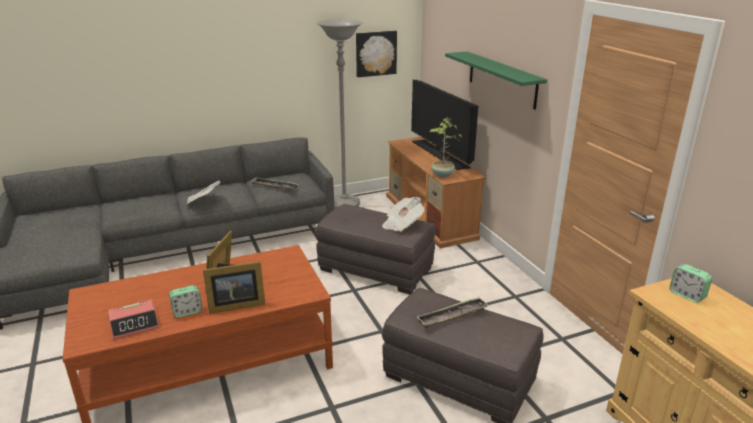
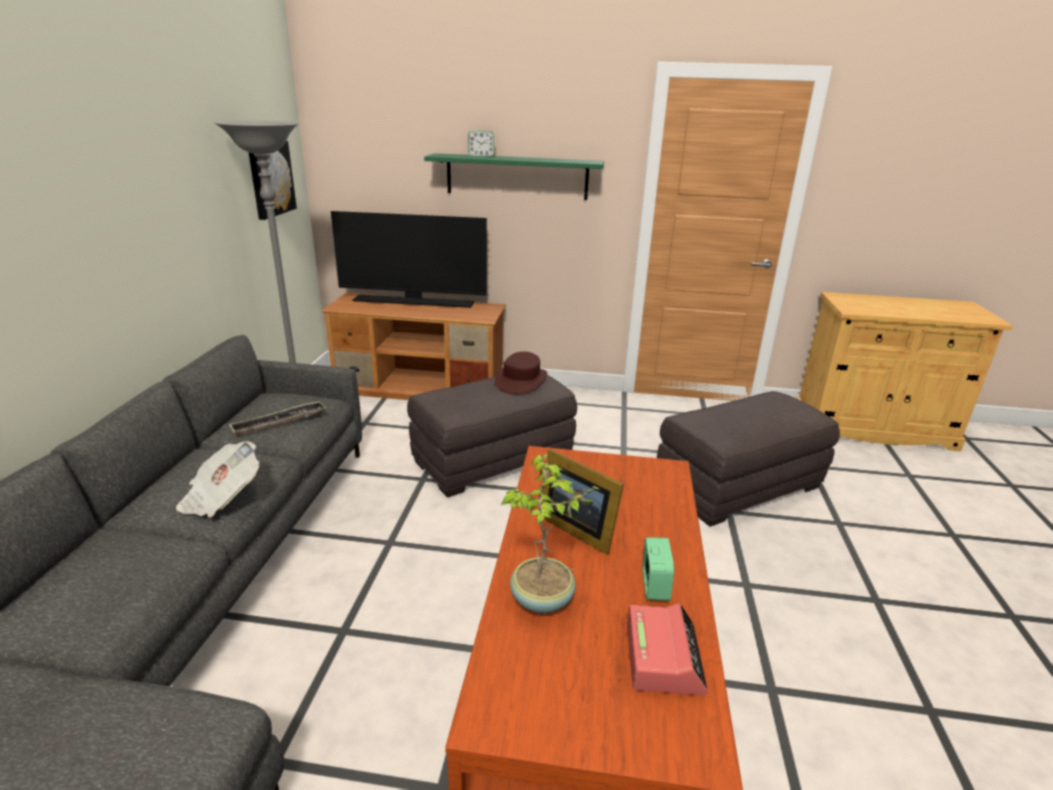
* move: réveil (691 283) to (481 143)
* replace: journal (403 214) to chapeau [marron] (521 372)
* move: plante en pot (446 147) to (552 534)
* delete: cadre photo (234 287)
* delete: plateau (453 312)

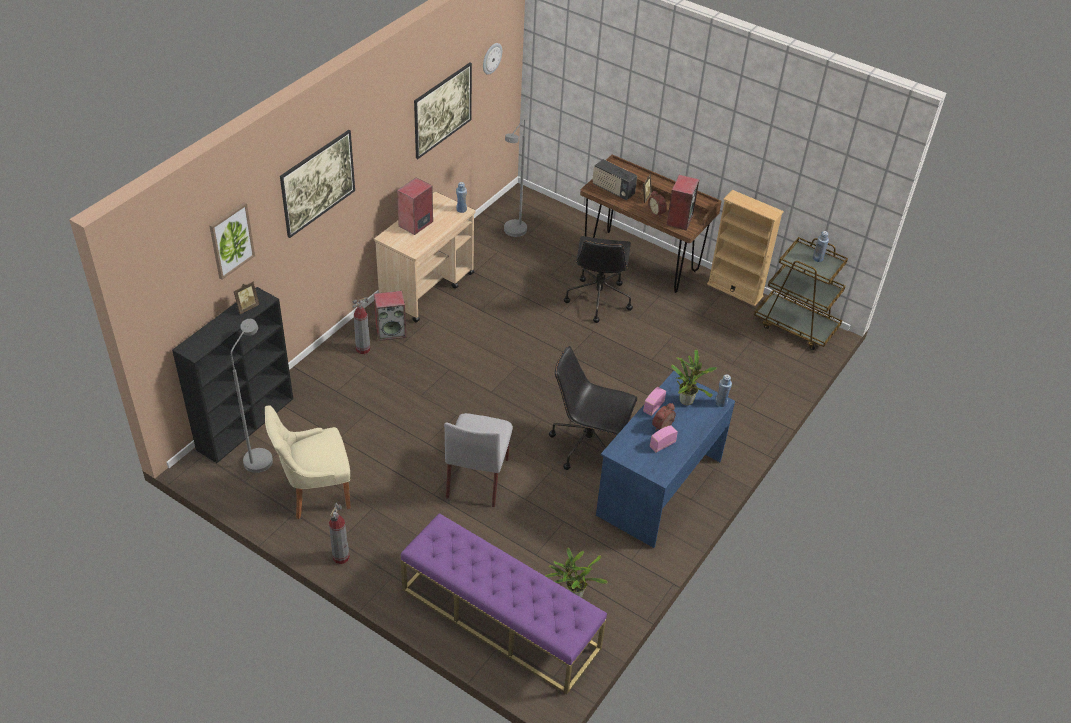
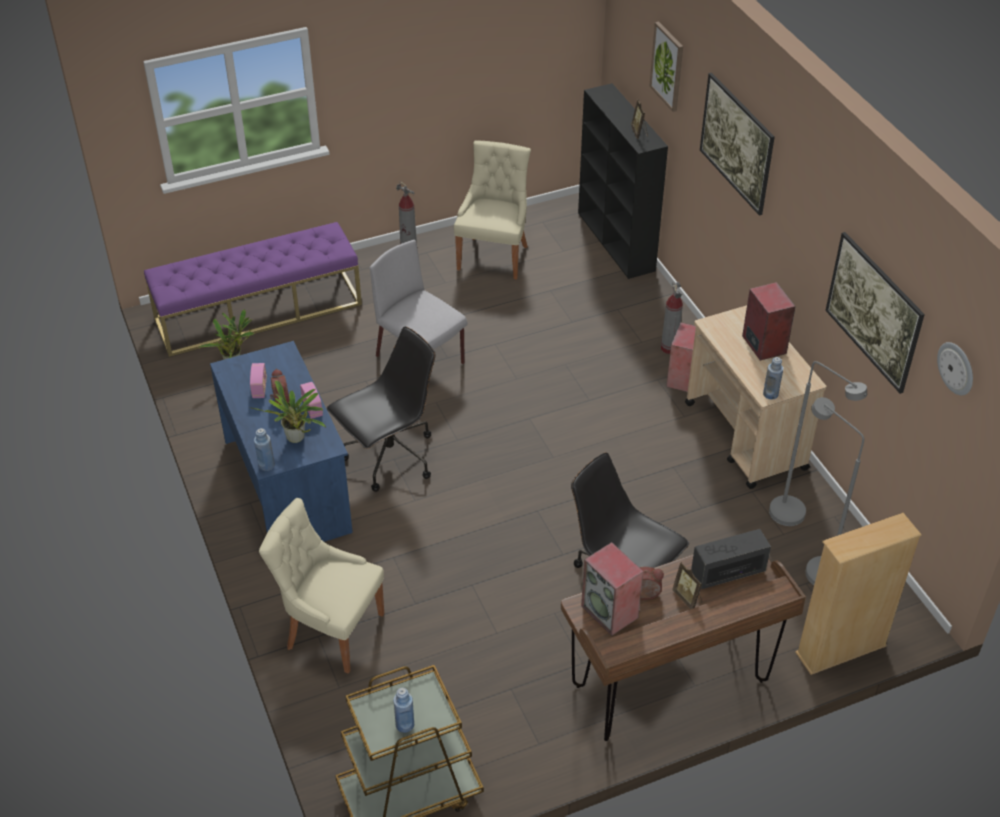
* insert: chaise [beige] (321 585)
* move: lampadaire [gris] (252 396) to (818 443)
* move: bibliothèque [beige] (745 248) to (858 594)

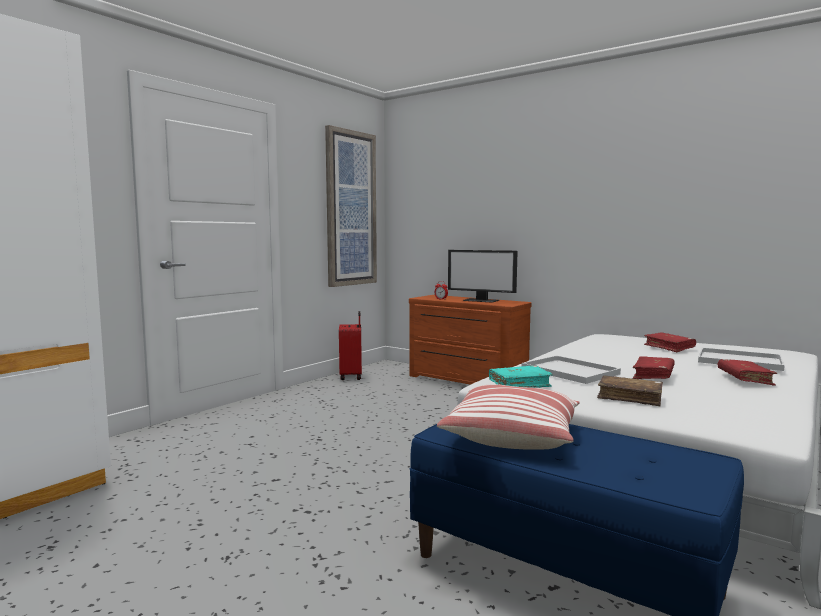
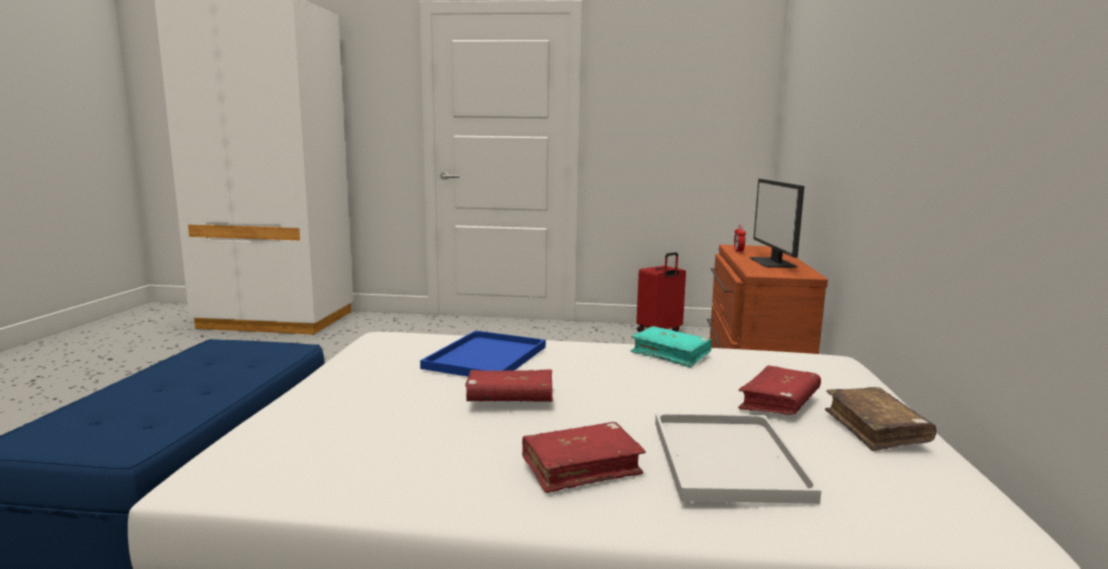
* recolor: plateau [blanc] (571 370) to plateau [bleu] (483 353)
* move: livre [turquoise] (521 376) to (671 346)
* move: livre [marron] (630 390) to (880 419)
* delete: tableau (351 206)
* delete: coussin (508 417)

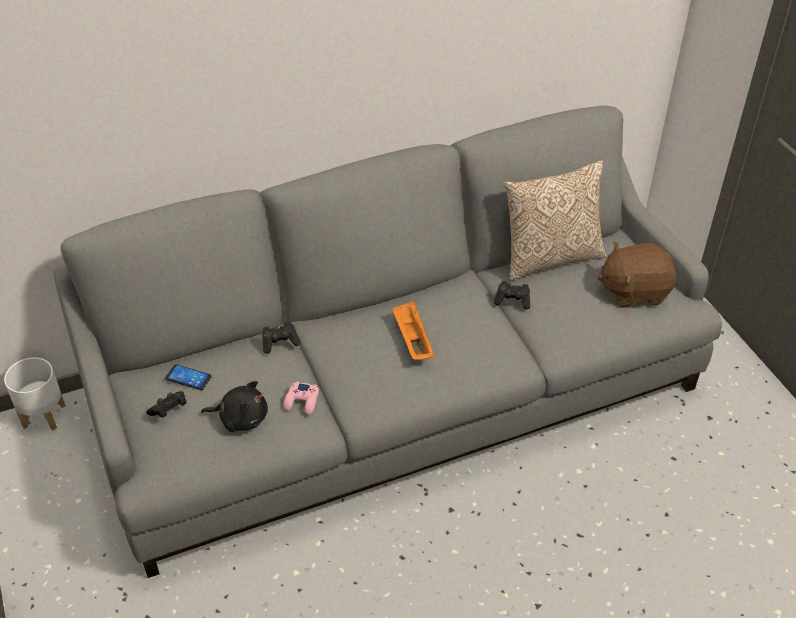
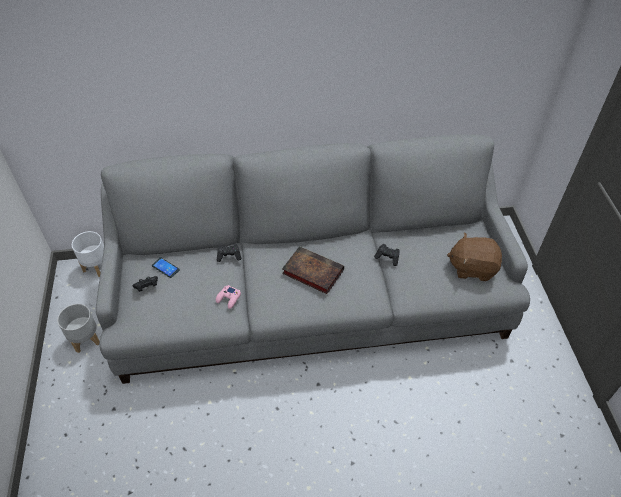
* insert: cache-pot [gris] (78 328)
* replace: plateau [orange] (413 330) to livre (313 270)
* delete: peluche [noir] (234 406)
* delete: coussin (555 220)

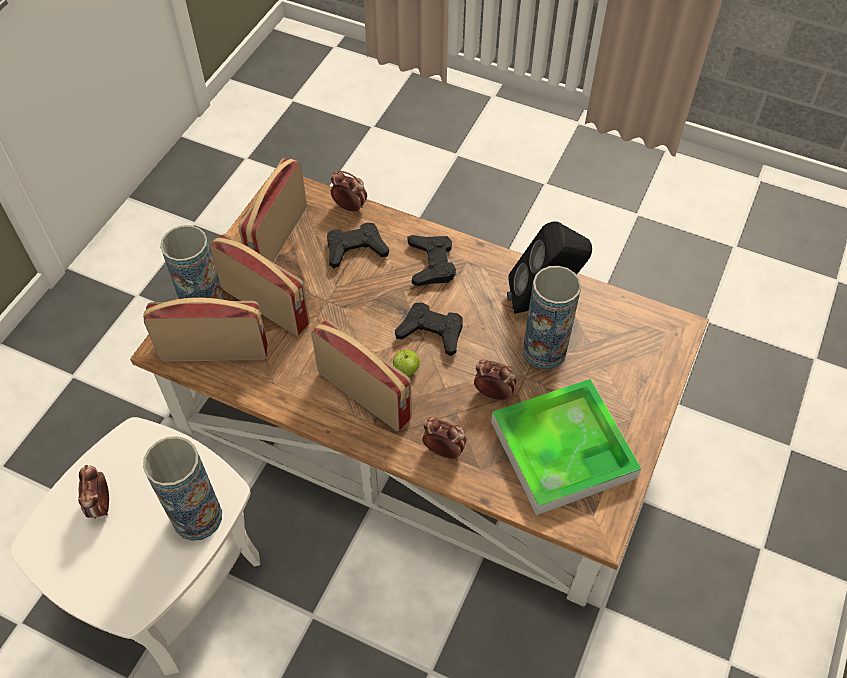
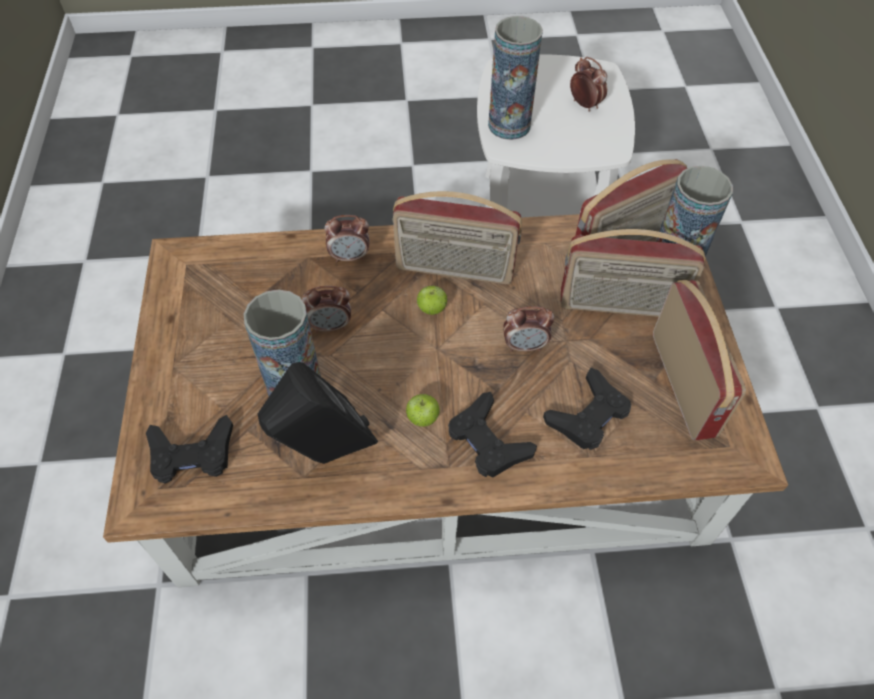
* move: manette [noir] (429 329) to (189 449)
* insert: pomme (423 410)
* move: réveil (349 192) to (529 329)
* delete: plateau (566 447)

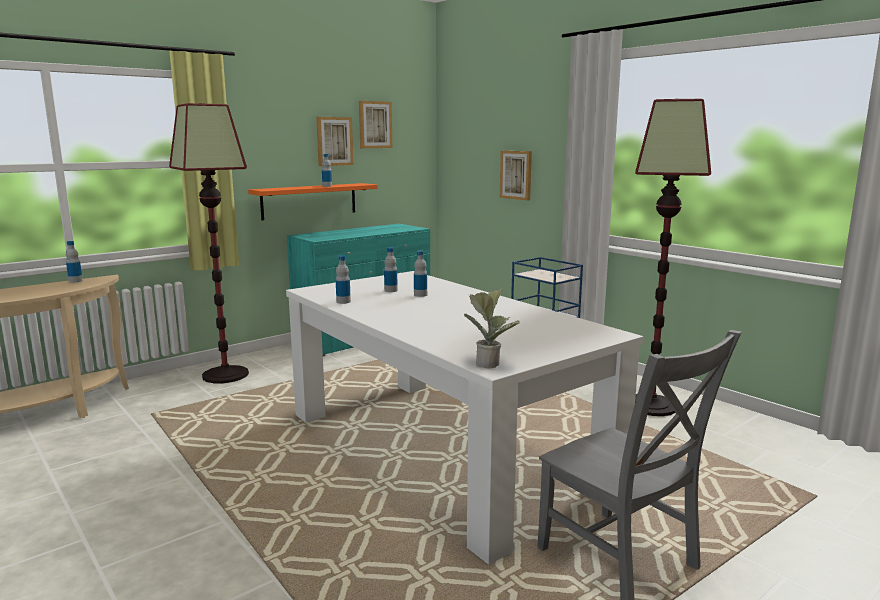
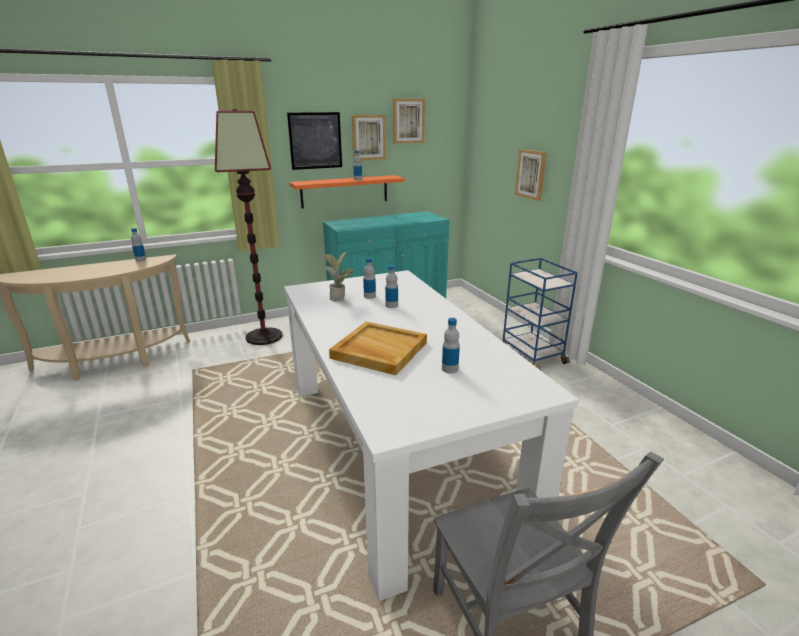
* insert: tableau (314 141)
* move: plante en pot (492 329) to (339 277)
* insert: plateau [beige] (378 348)
* move: bouteille (343 279) to (451 345)
* delete: lampadaire (673 257)

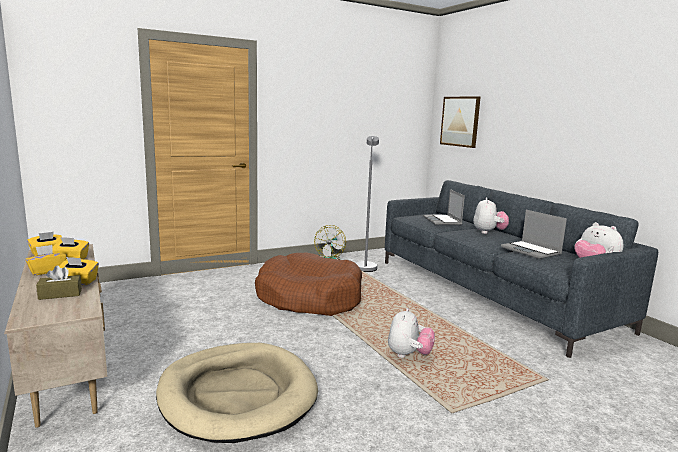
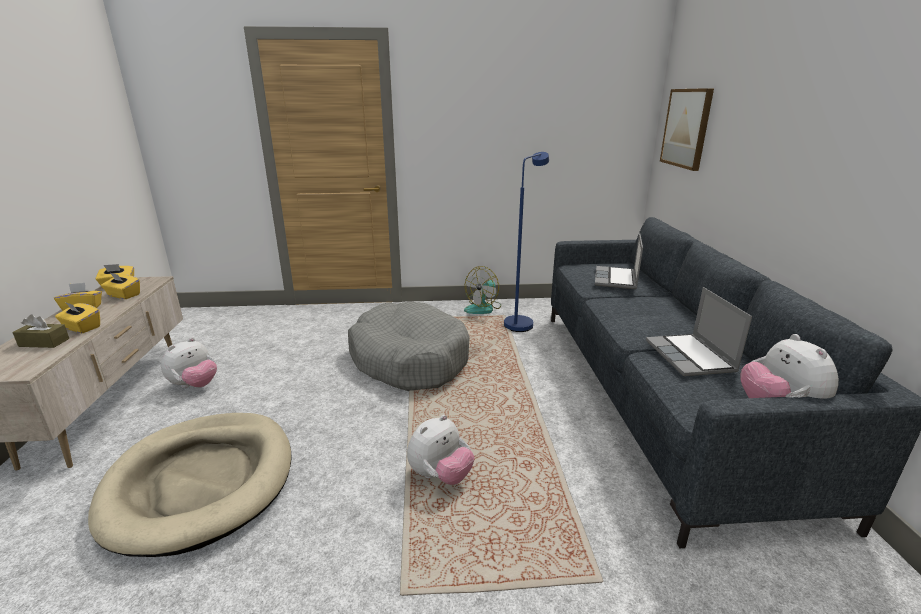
* move: peluche (491 216) to (189 363)
* recolor: panier pour chien [marron] (308 284) to panier pour chien [gris] (408 346)
* recolor: lampadaire [gris] (367 204) to lampadaire [bleu] (526 242)

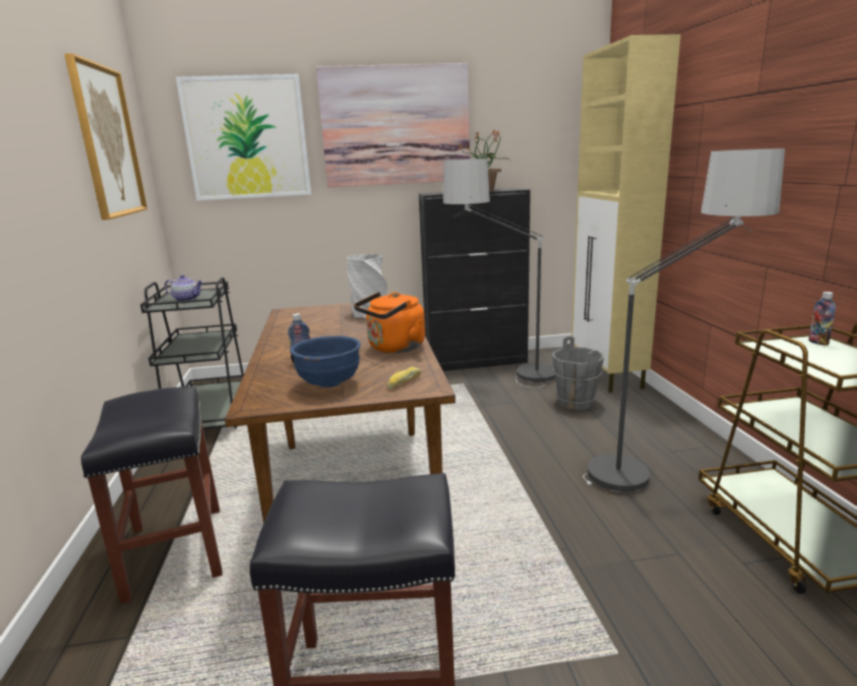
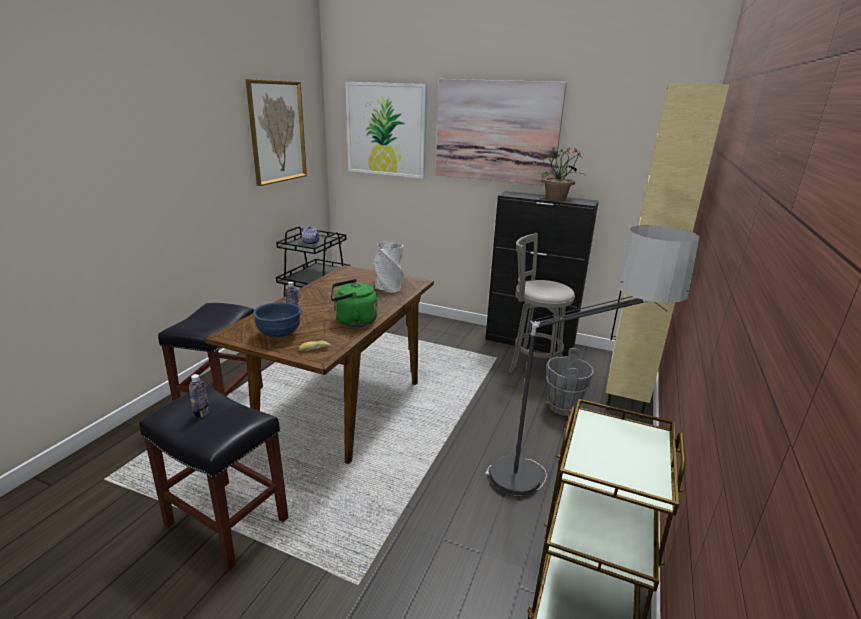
* move: bouteille (822 319) to (199 396)
* recolor: bouilloire [orange] (389 322) to bouilloire [vert] (354 303)
* replace: lampadaire (499 273) to tabouret [gris] (542 303)

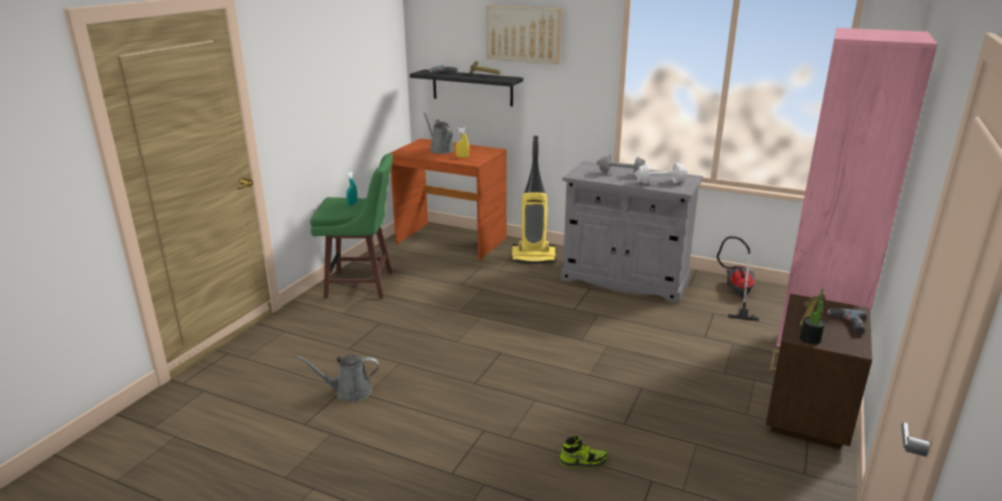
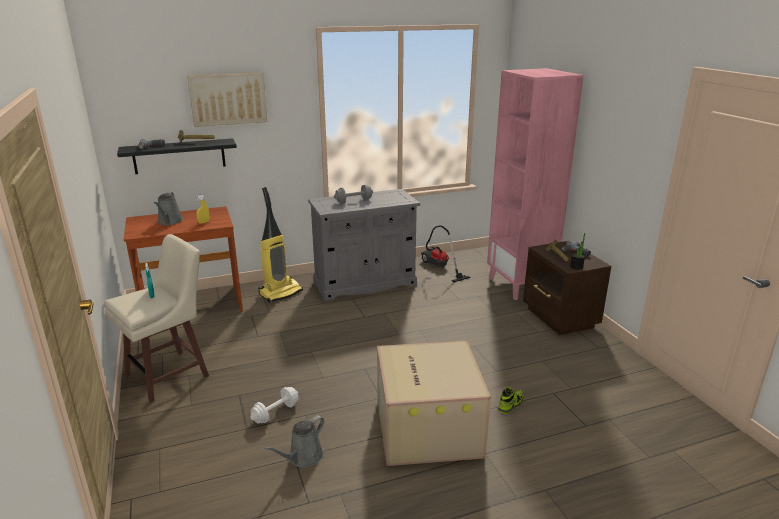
* recolor: tabouret [vert] (351 226) to tabouret [beige] (156 318)
* rotate: arrosoir [gris] (438 133) = (168 208) 105 degrees counterclockwise
* move: haltère [blanc] (661 173) to (274 405)
* insert: carton (434 403)

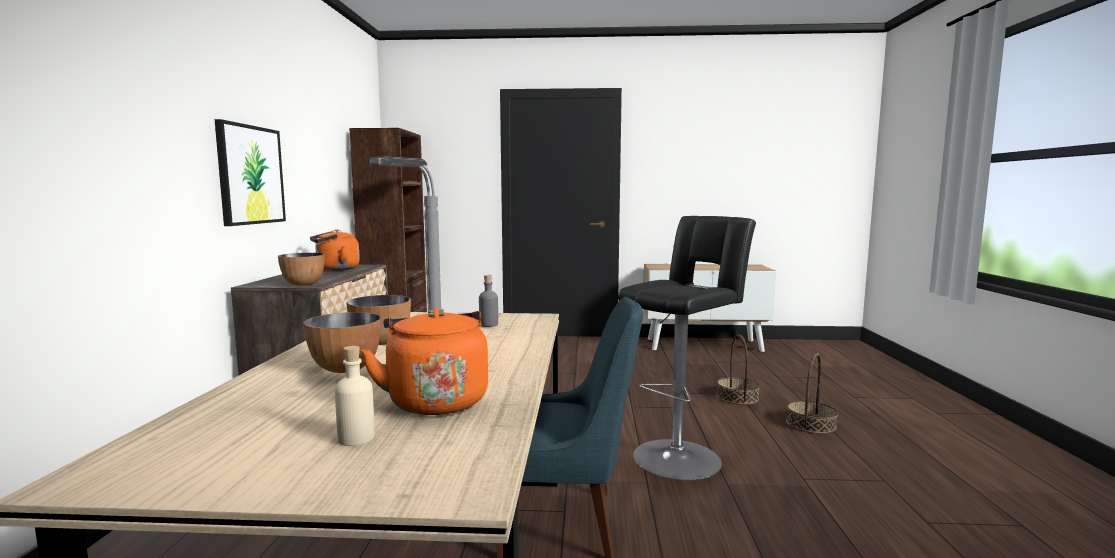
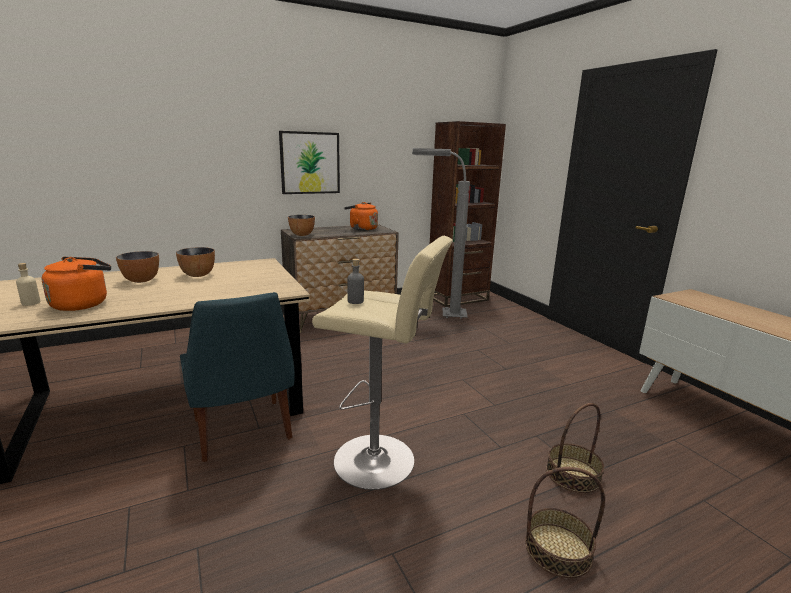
* recolor: tabouret [noir] (687 348) to tabouret [beige] (382 363)
* move: bouteille [gris] (488 301) to (355 281)

